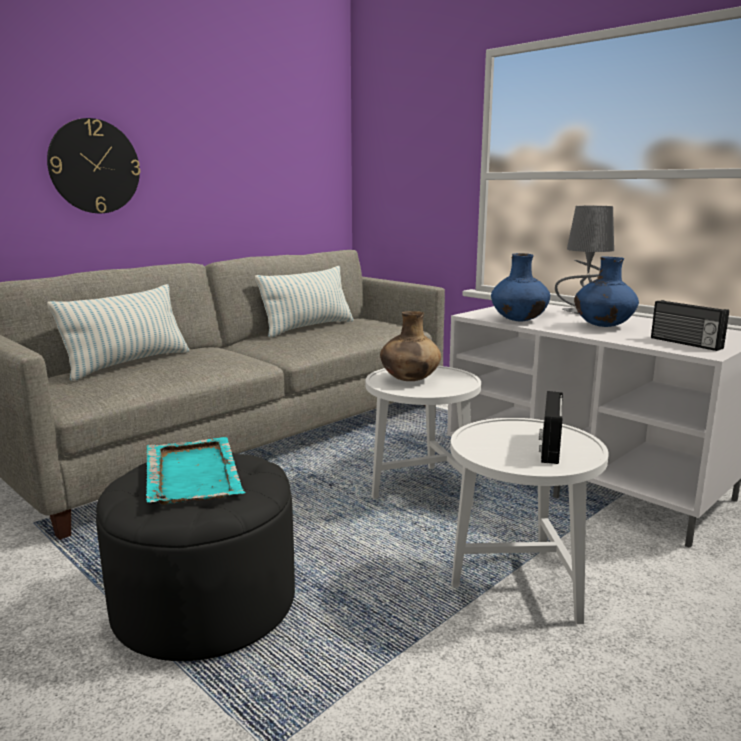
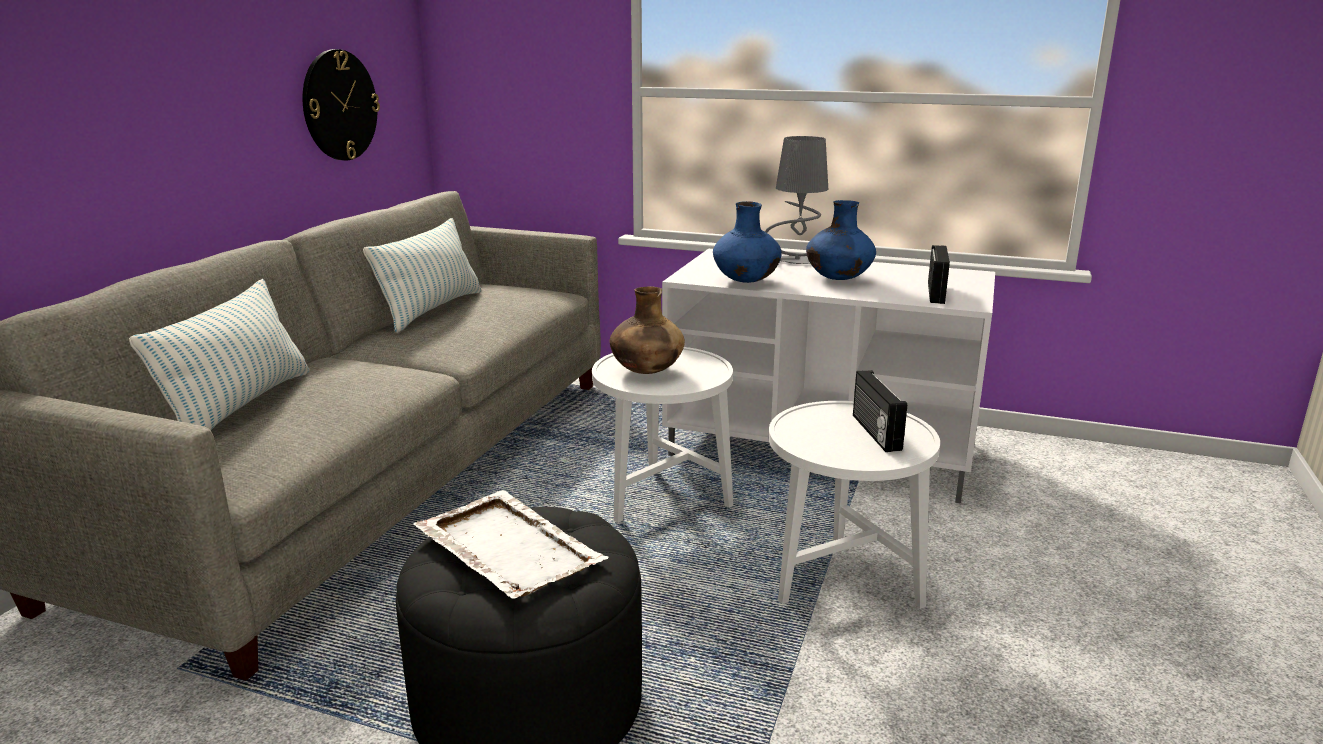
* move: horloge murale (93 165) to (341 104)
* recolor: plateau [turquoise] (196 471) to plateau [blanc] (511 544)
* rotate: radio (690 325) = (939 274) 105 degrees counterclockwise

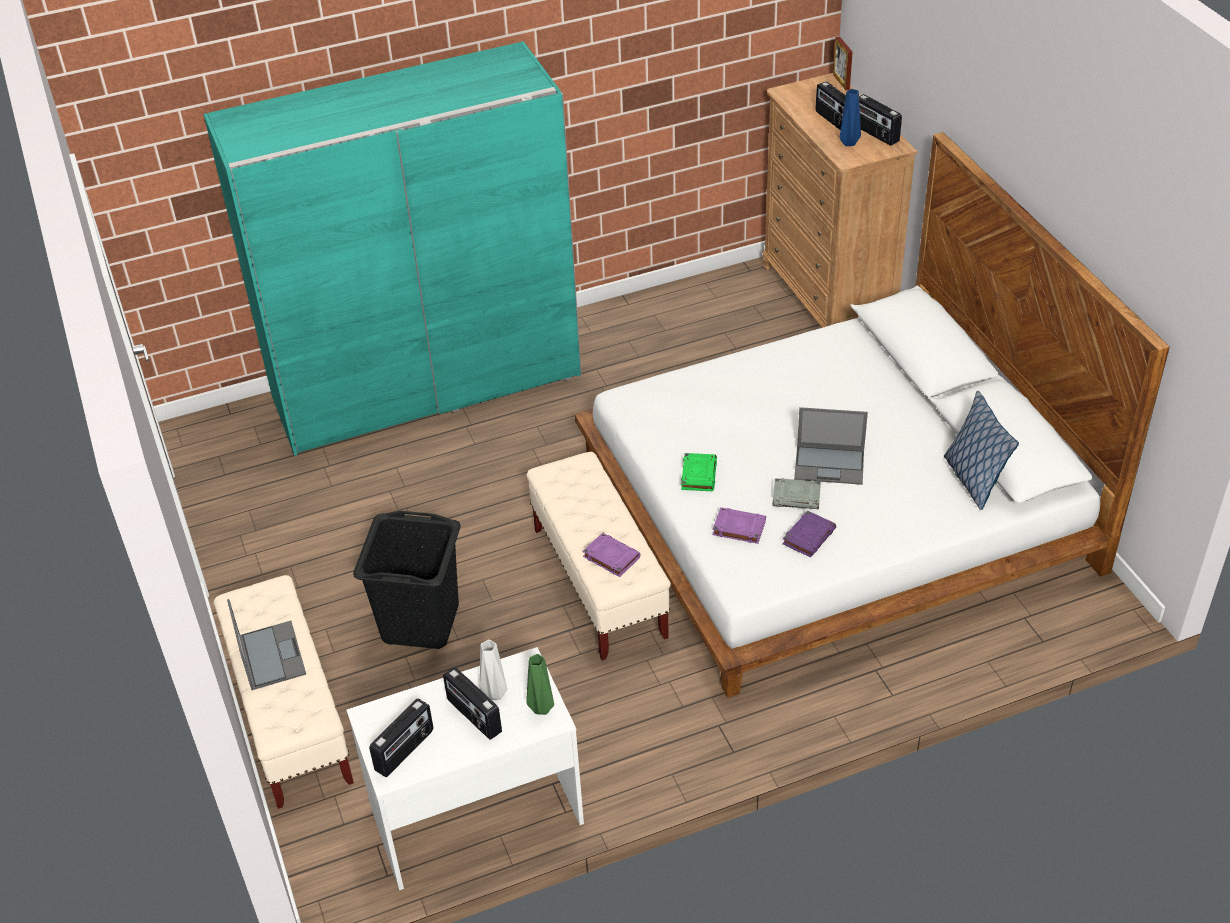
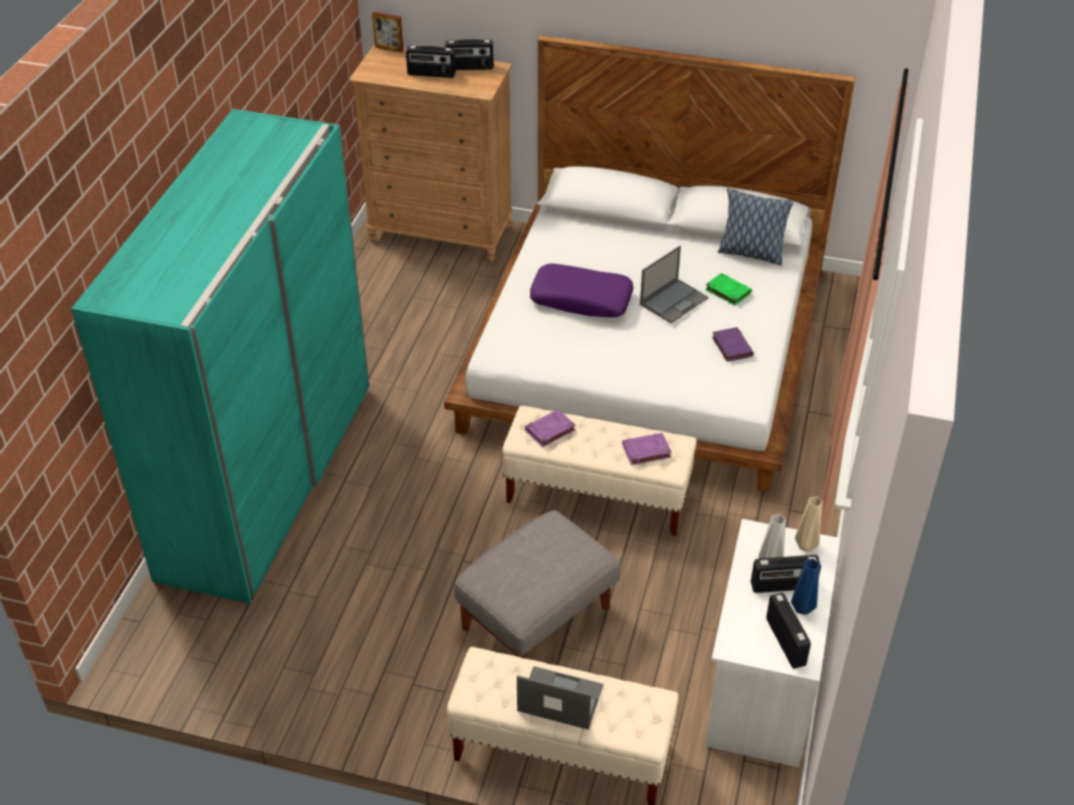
* replace: panier à linge [noir] (407 580) to pouf [gris] (537 584)
* move: livre [violet] (739 525) to (550 428)
* insert: coussin [violet] (581 290)
* move: livre [vert] (699 472) to (728 289)
* move: vase [bleu] (850 117) to (805 587)
* recolor: vase [vert] (540 684) to vase [beige] (809 524)
* delete: livre [gris] (796 493)

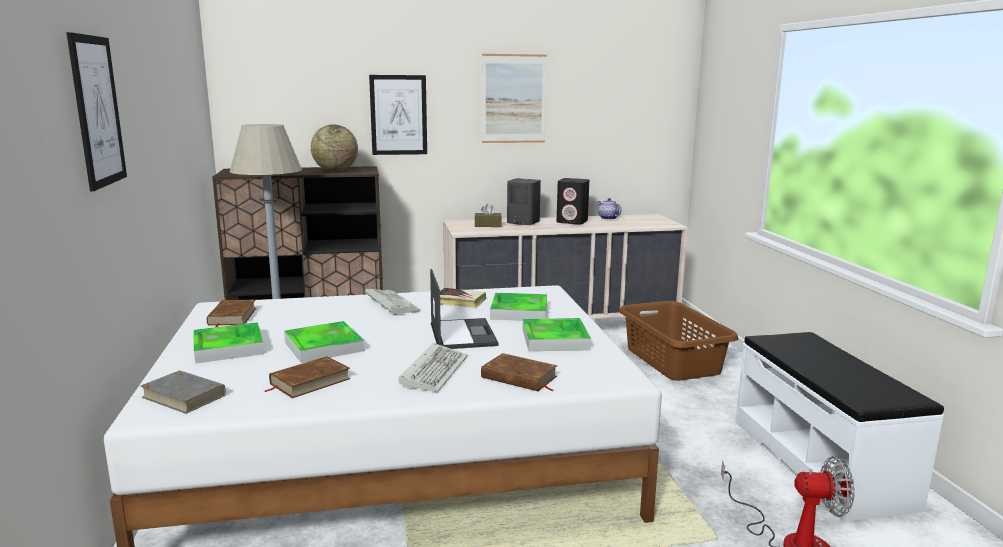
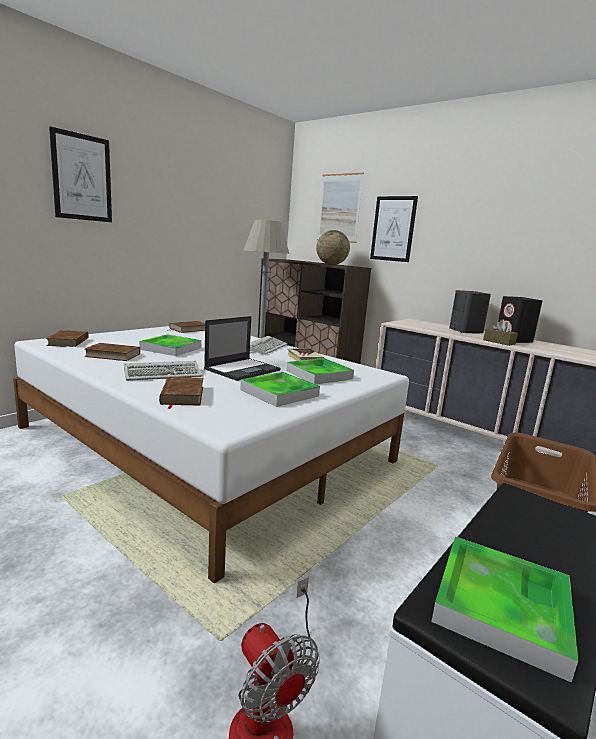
* recolor: livre [gris] (183 392) to livre [marron] (67 338)
* move: tableau (514 98) to (340 208)
* move: plateau (228 342) to (504 610)
* move: boîte à mouchoirs [marron] (488 215) to (500 332)
* delete: théière (609 209)

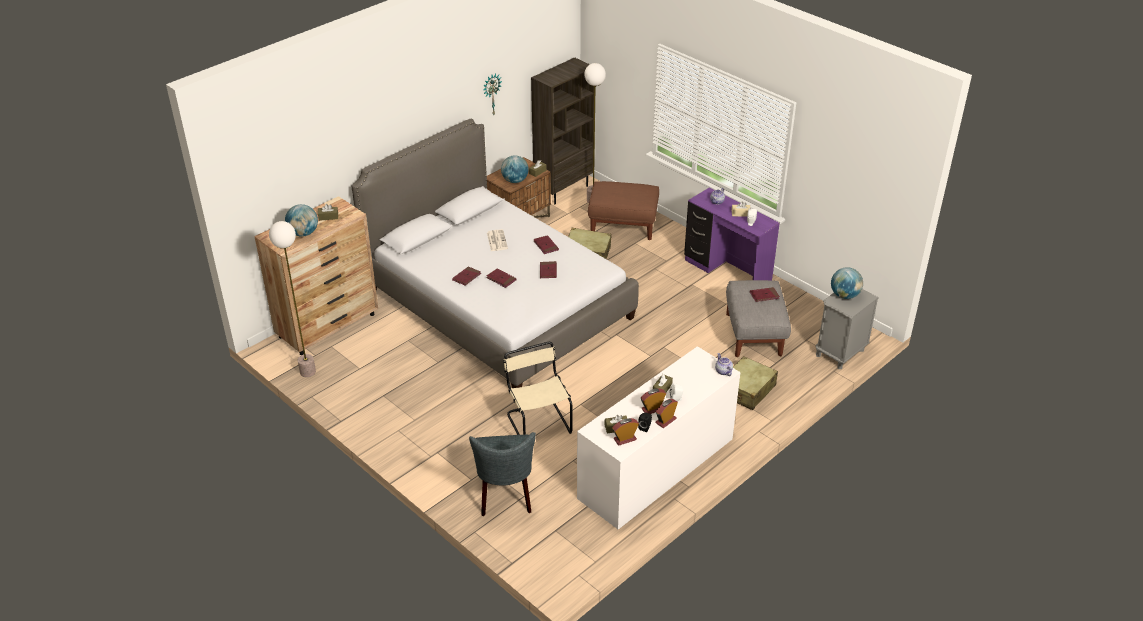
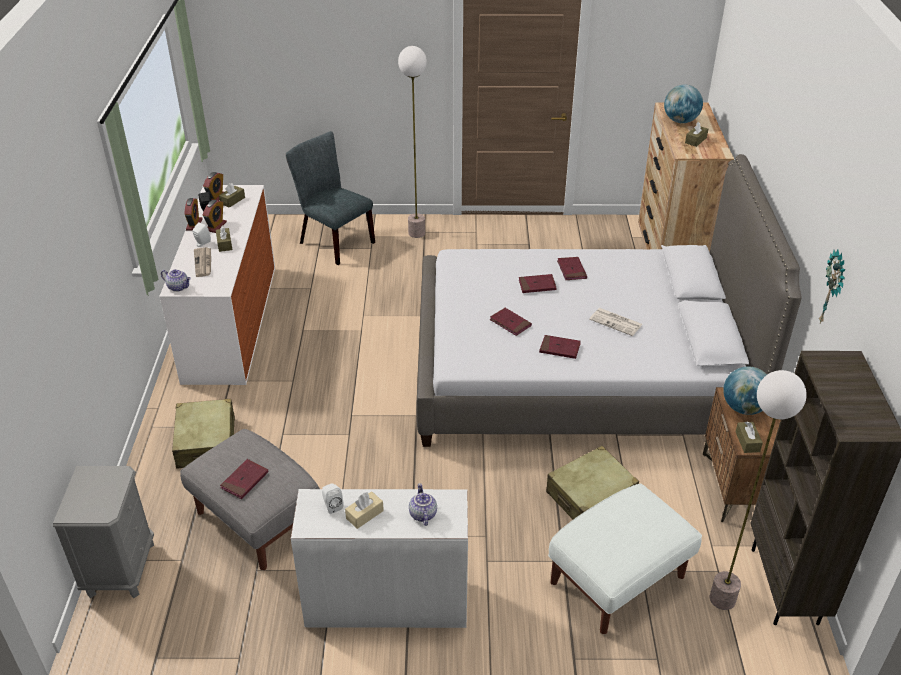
* insert: journal (202 262)
* recolor: bureau [violet] (732 234) to bureau [blanc] (379 558)
* move: lampadaire (292 299) to (412 142)
* recolor: pouf [marron] (623 210) to pouf [blanc] (625 559)
* delete: chaise [beige] (537 388)
* delete: globe (847 283)

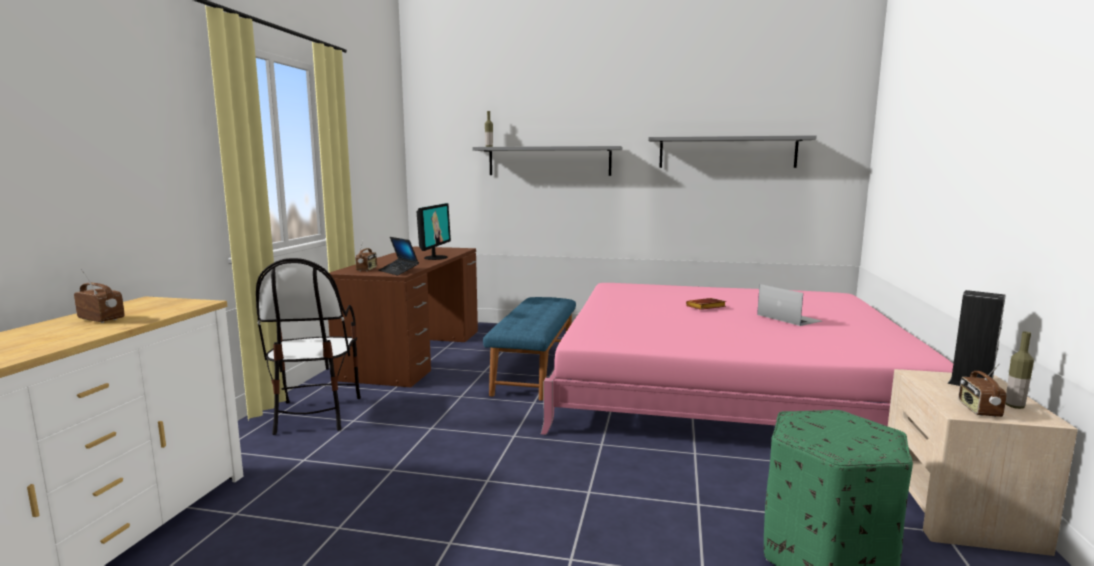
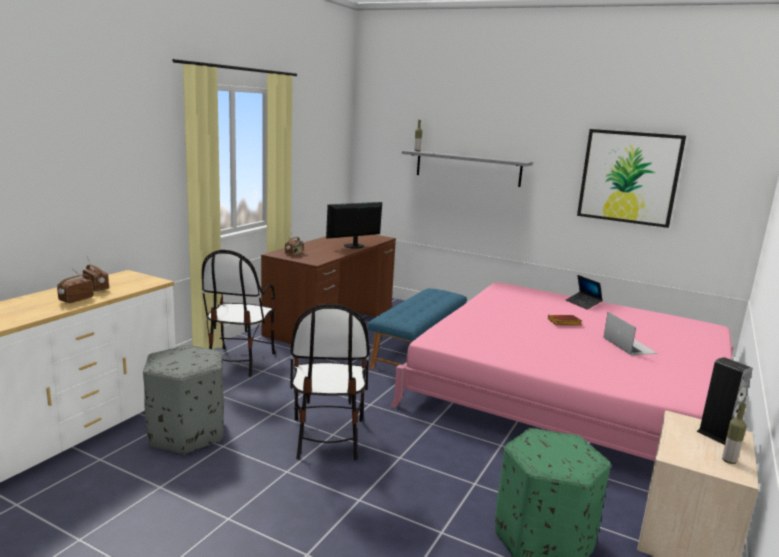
* move: radio (982 390) to (75 286)
* insert: pouf [gris] (183 400)
* insert: chaise (330 382)
* rotate: écran d'ordinateur (434 231) = (354 225) 150 degrees counterclockwise
* move: ordinateur portable (399 256) to (584 292)
* replace: étagère [gris] (732 151) to tableau (631 178)

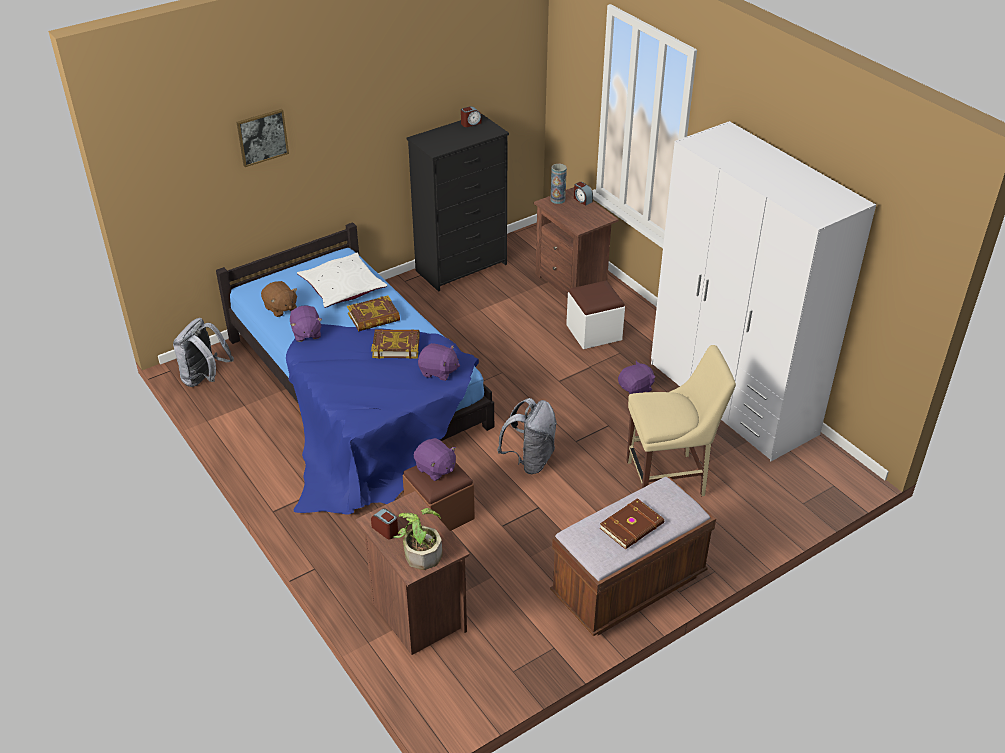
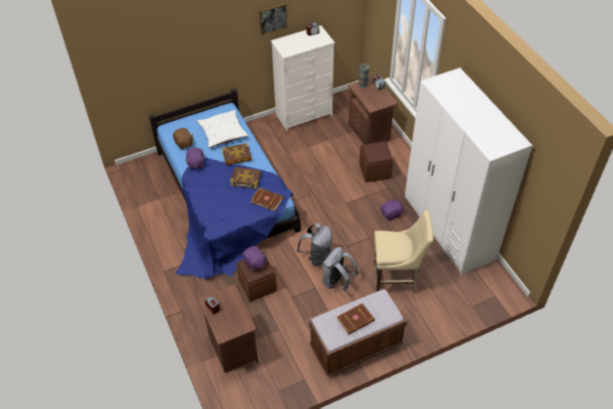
* replace: peluche [violet] (439 362) to livre [marron] (267 199)
* move: tableau (263 138) to (273 19)
* recolor: commode [noir] (458 203) to commode [blanc] (303 78)
* move: sac à dos [gris] (203 352) to (340 269)
* recolor: pouf [blanc] (595 315) to pouf [marron] (376 162)
* delete: plante en pot (417 539)

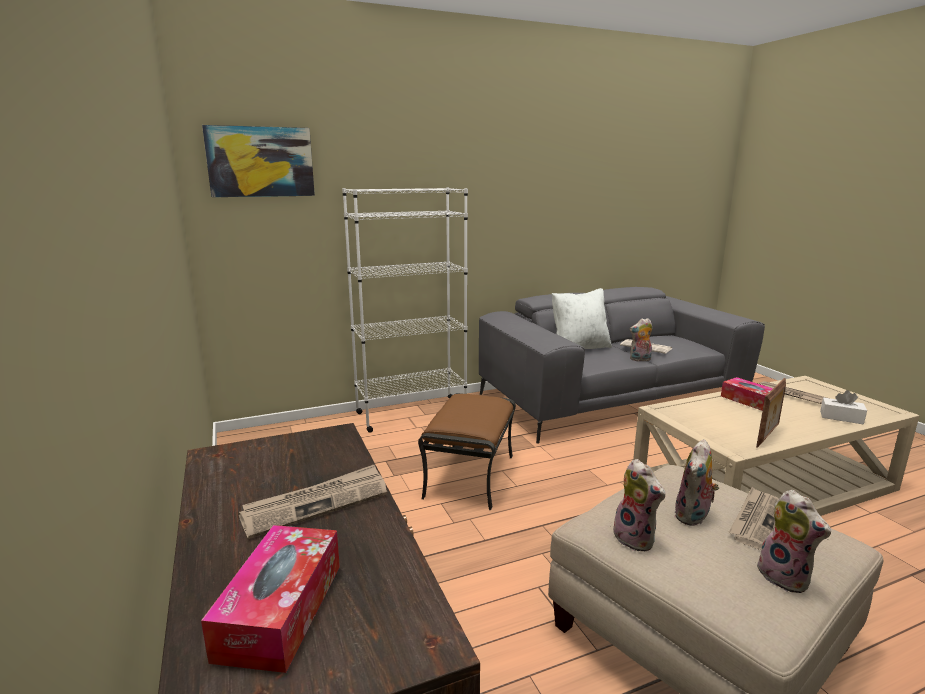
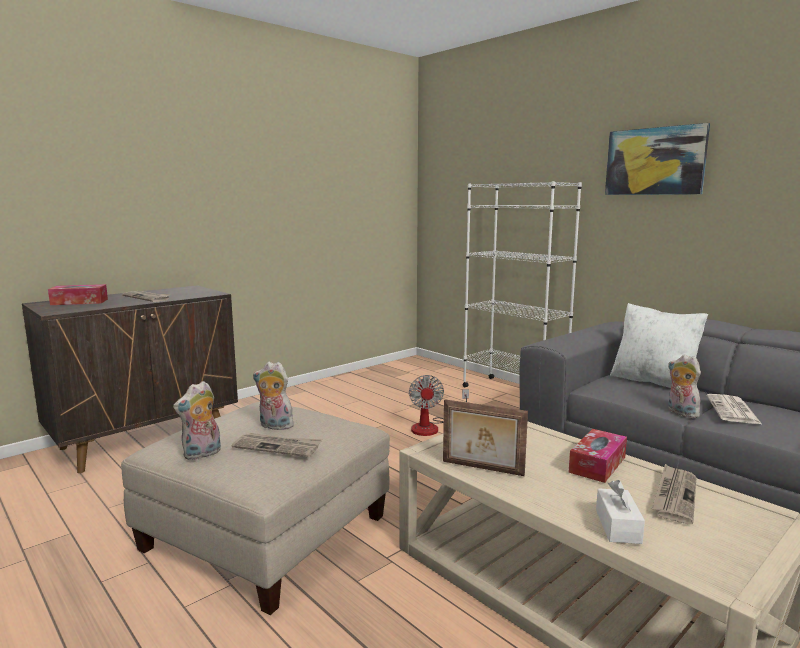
* replace: pouf [marron] (467 451) to ventilateur (439 405)
* move: tableau (258 161) to (657 159)
* delete: peluche (639 505)

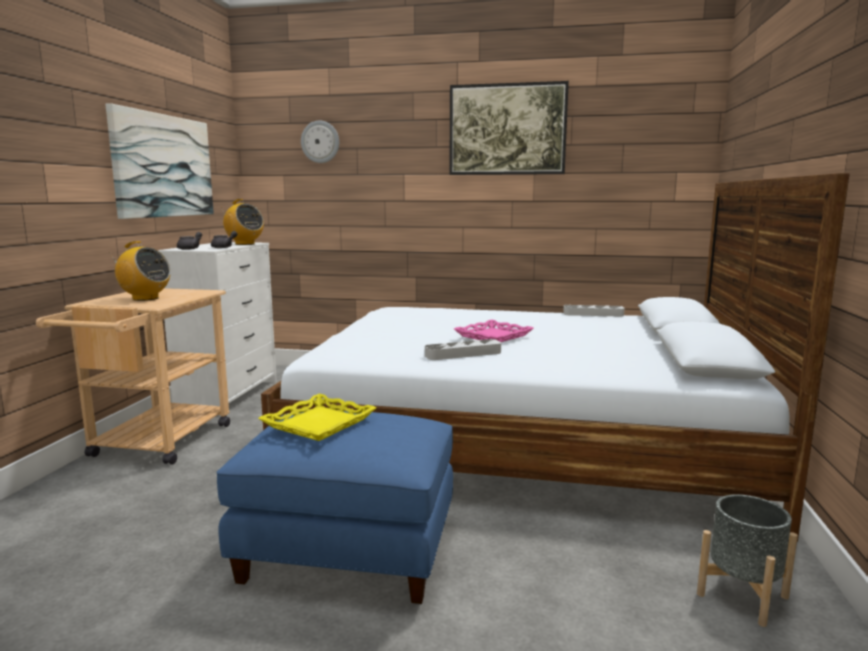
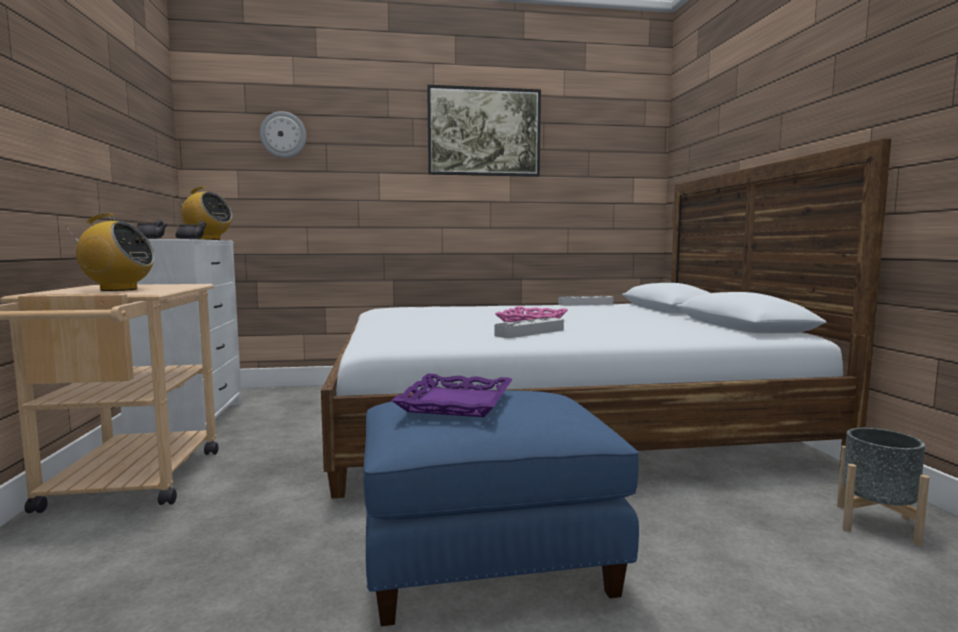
* recolor: plateau [jaune] (317 417) to plateau [violet] (452 395)
* delete: tableau (159 161)

